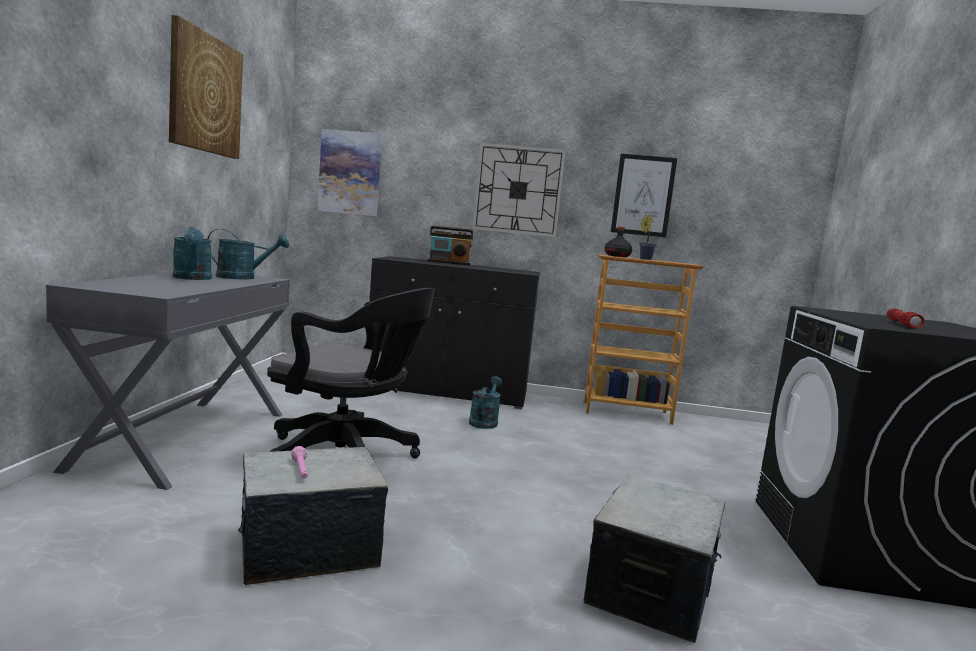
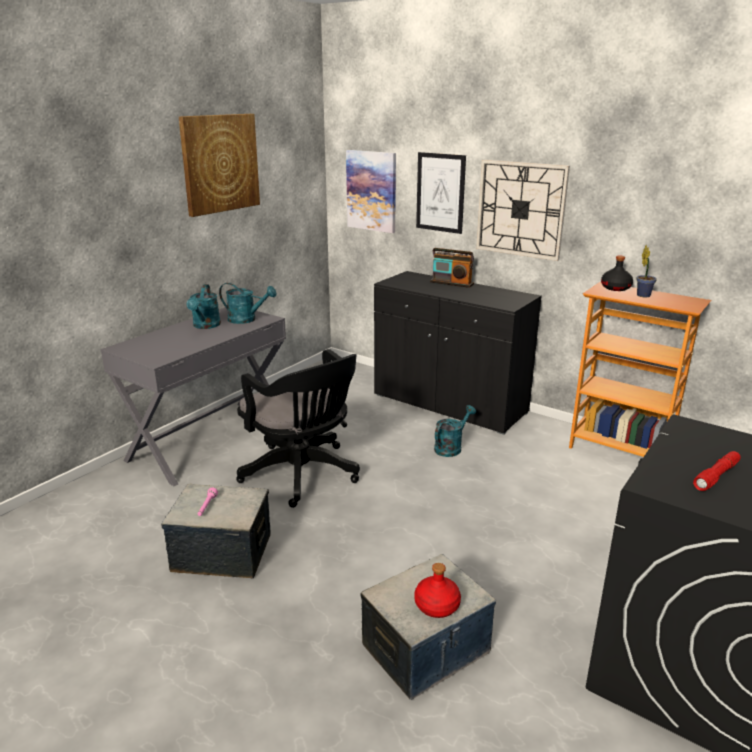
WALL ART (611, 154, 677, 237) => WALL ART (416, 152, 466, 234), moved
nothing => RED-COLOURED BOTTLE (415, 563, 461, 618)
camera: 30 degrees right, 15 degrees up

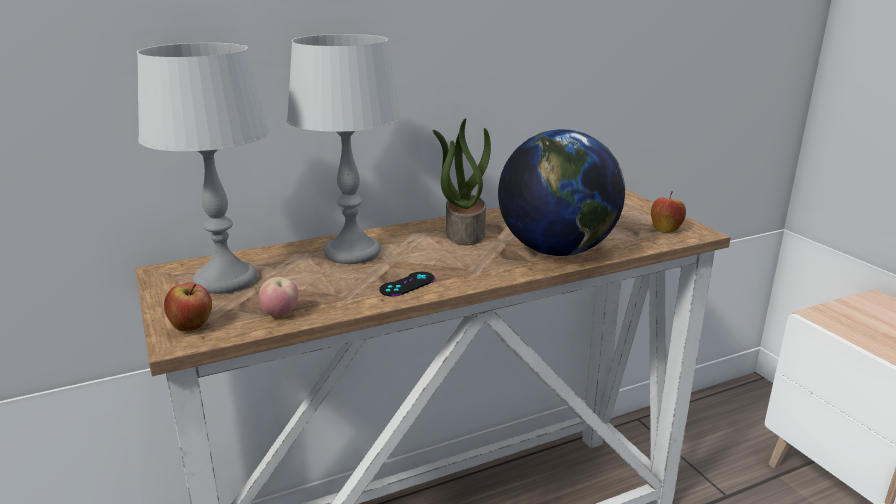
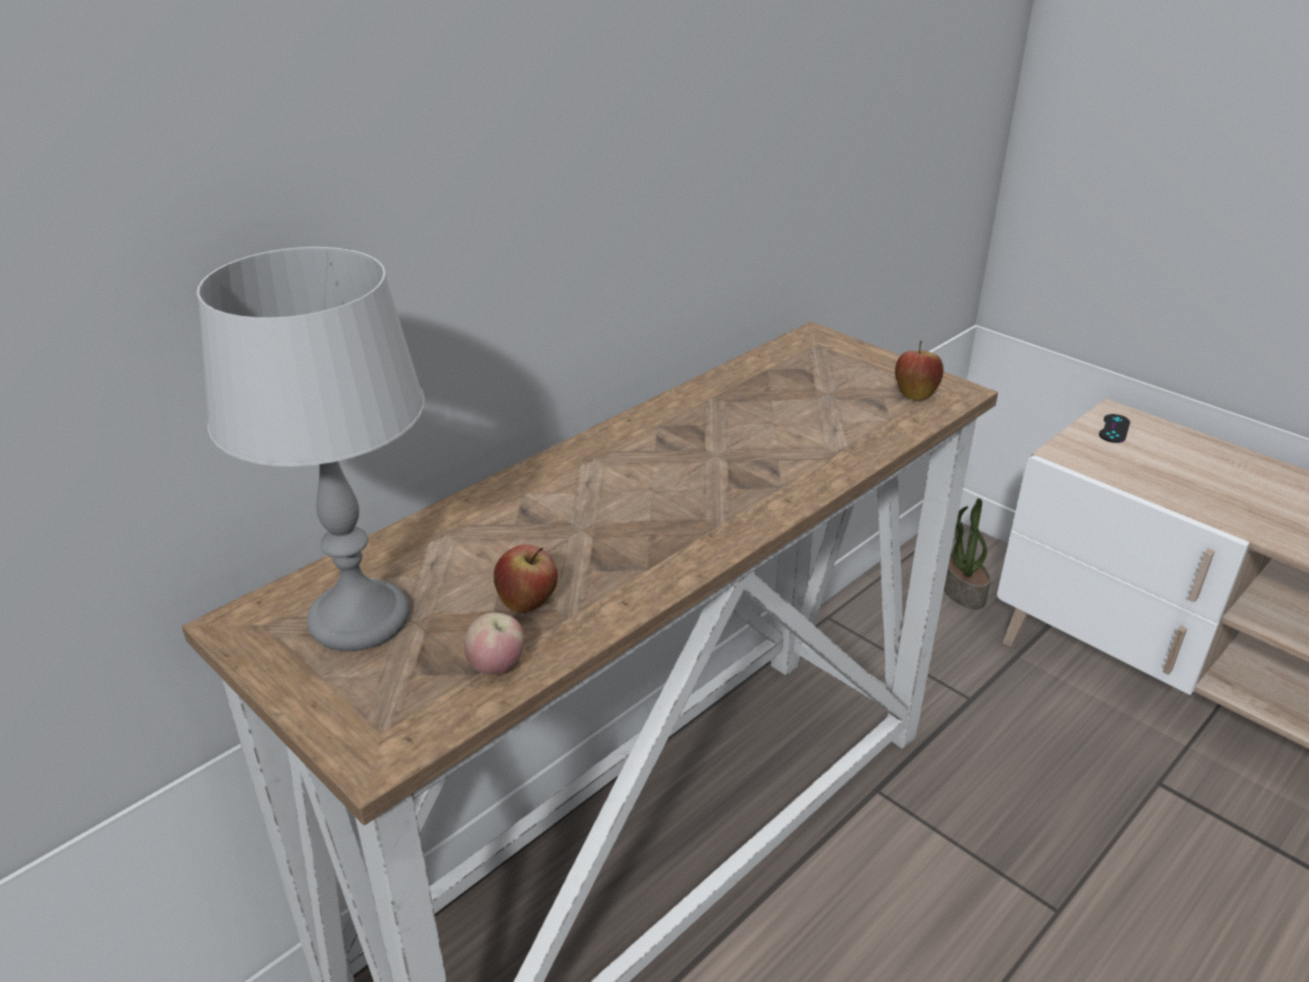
GREY TABLETOP LAMP (287, 34, 402, 264) => nothing
HOUSEPLANT (433, 118, 491, 246) => HOUSEPLANT (944, 498, 991, 609), moved
GLOBE (498, 129, 625, 256) => nothing
BLACK-COLOURED JOYPAD (379, 272, 435, 297) => BLACK-COLOURED JOYPAD (1099, 414, 1130, 443), moved
APPLE FRUIT (164, 283, 212, 332) => APPLE FRUIT (494, 544, 558, 613), moved
camera: 20 degrees left, 10 degrees up

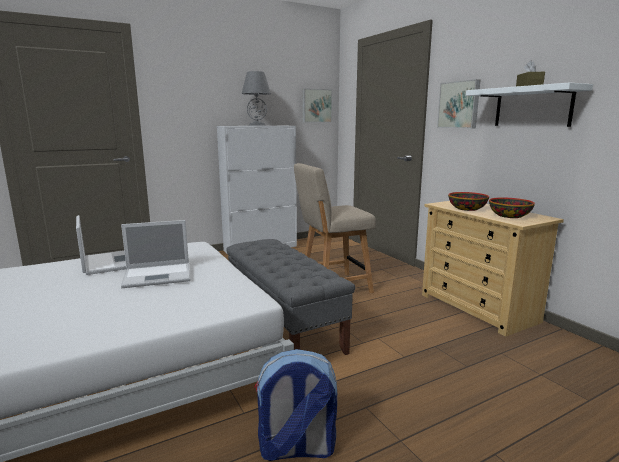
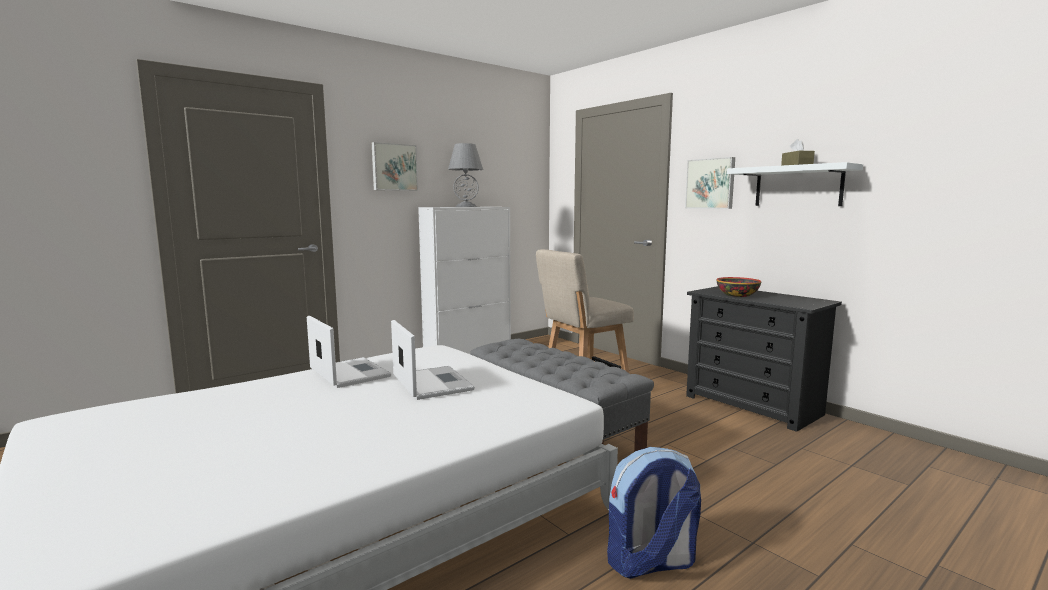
WALL ART (302, 88, 332, 122) => WALL ART (372, 142, 418, 191), moved
DEEP DISH (489, 197, 535, 218) => nothing
SAND-COLOURED DRAWER CHEST (422, 201, 564, 337) => BLACK-COLOURED DRAWER CHEST (686, 286, 842, 432)
NOTEBOOK COMPUTER (121, 220, 190, 288) => NOTEBOOK COMPUTER (391, 320, 475, 400), 90 degrees counterclockwise
camera: 10 degrees left, 5 degrees down

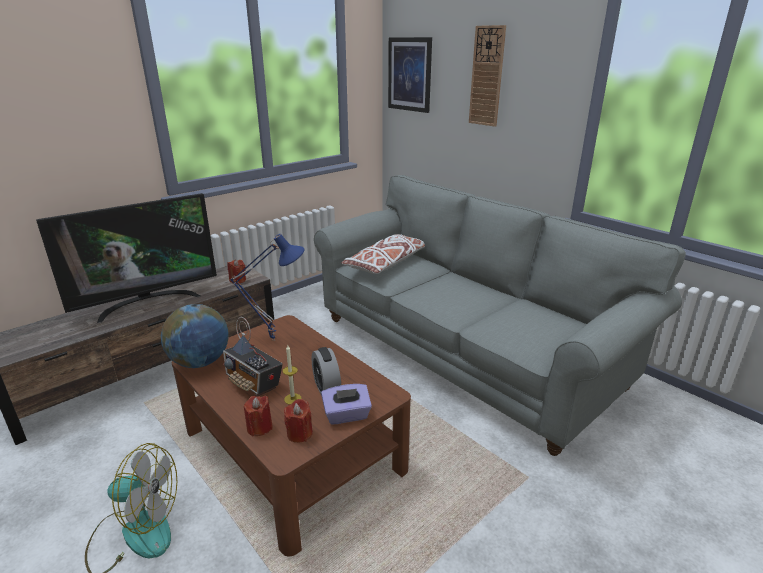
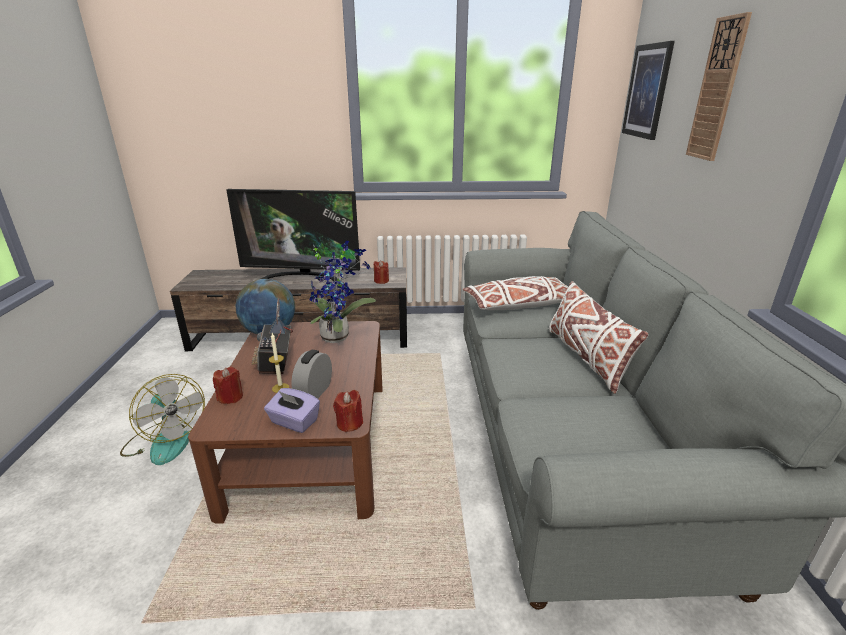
BLUE-COLOURED TABLETOP LAMP (230, 234, 305, 341) => HOUSEPLANT (309, 241, 376, 343)
RED-COLOURED CANDLE (284, 399, 313, 443) => RED-COLOURED CANDLE (333, 390, 363, 432), moved
nothing => WHITISH CUSHION (549, 281, 649, 394)
camera: 40 degrees right, 0 degrees up

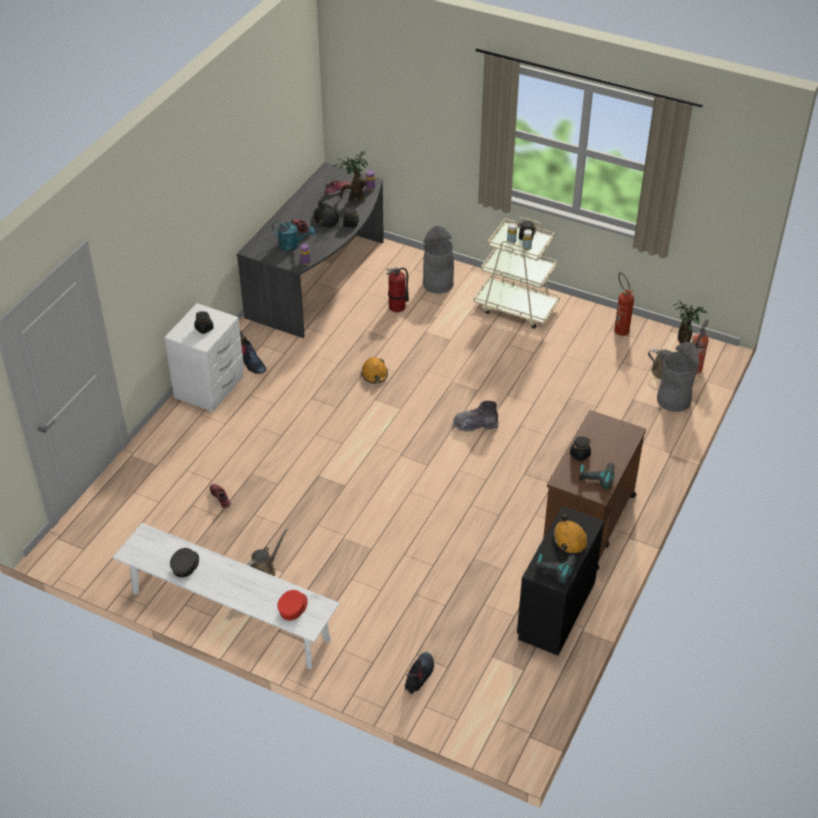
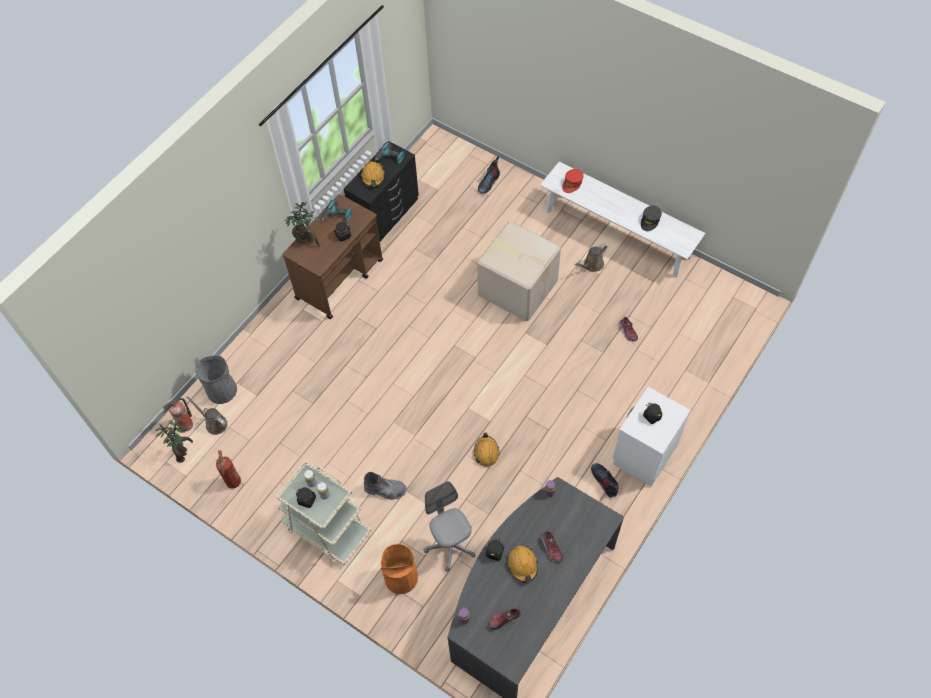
HOUSEPLANT (333, 151, 369, 203) => HOUSEPLANT (285, 202, 321, 247), moved
BLACK-COLOURED SAFETY HELMET (313, 201, 339, 228) => ORANGEY SAFETY HELMET (507, 545, 538, 582)
TURQUOISE WATERING POT (272, 221, 315, 251) => nothing
GREY RUBBISH BIN (423, 226, 454, 294) => ORANGEY RUBBISH BIN (381, 544, 418, 594)
FIRE EXTINGUISHER (386, 267, 409, 312) => GREY COMPUTER CHAIR (424, 481, 476, 572)
GREY TALL BOOT (453, 401, 499, 432) => GREY TALL BOOT (364, 472, 407, 500), moved
nothing => CARTON (477, 221, 561, 321)
camera: 170 degrees left, 15 degrees up

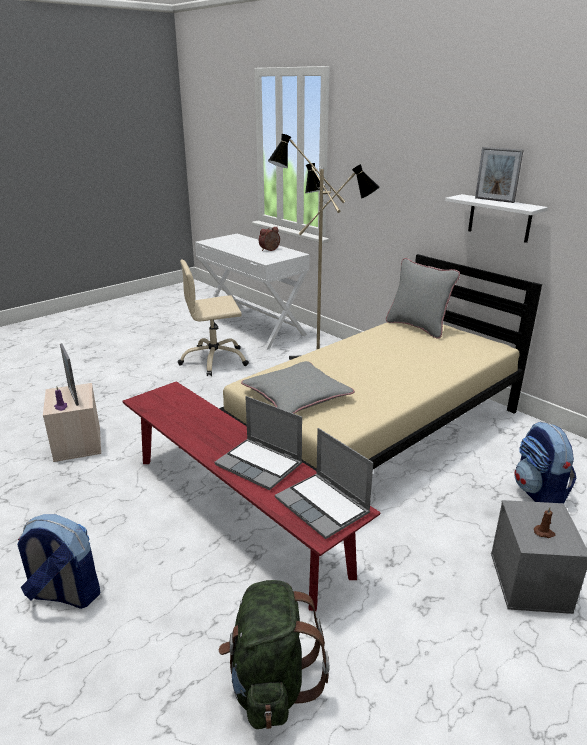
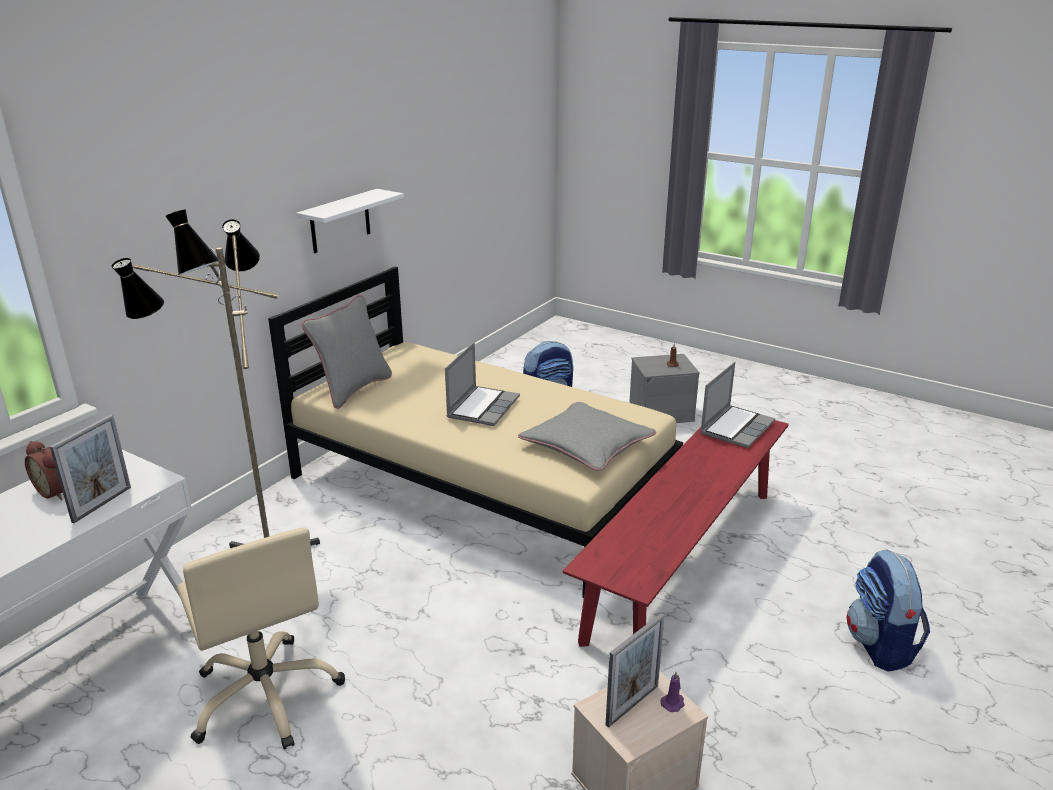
PHOTO FRAME (475, 147, 523, 203) => PHOTO FRAME (50, 414, 131, 523), moved
NOTEBOOK COMPUTER (214, 396, 302, 490) => NOTEBOOK COMPUTER (445, 342, 520, 426), moved
GREEN BACKPACK (219, 580, 330, 729) => nothing
camera: 105 degrees left, 0 degrees up

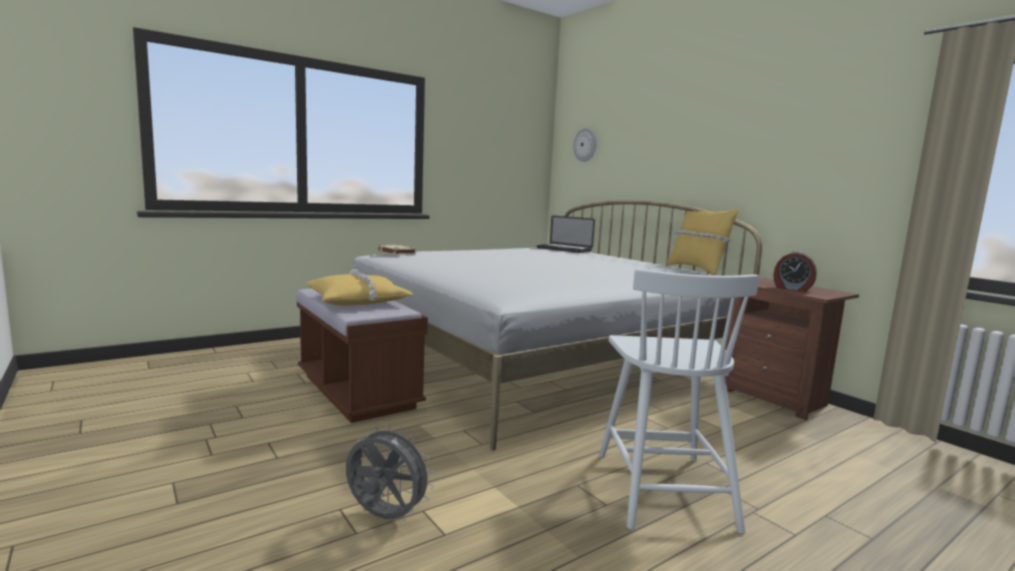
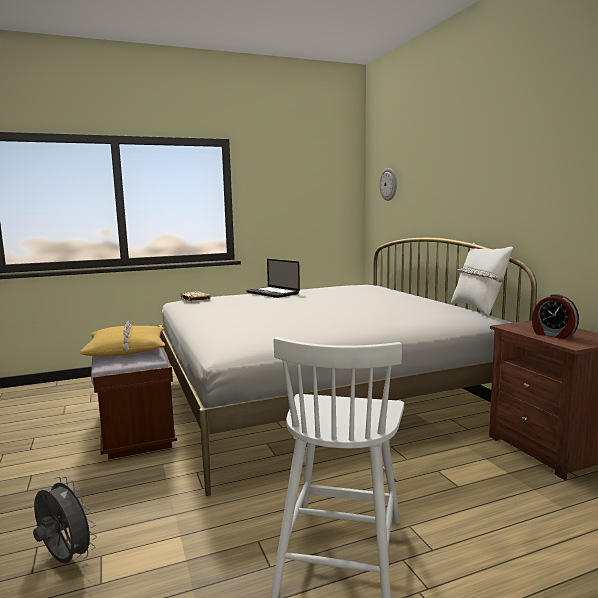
YELLOW CUSHION (666, 209, 739, 275) => WHITISH CUSHION (451, 243, 513, 316)
NOTEBOOK COMPUTER (537, 215, 595, 253) => NOTEBOOK COMPUTER (246, 259, 300, 298), moved
camera: 15 degrees right, 0 degrees up

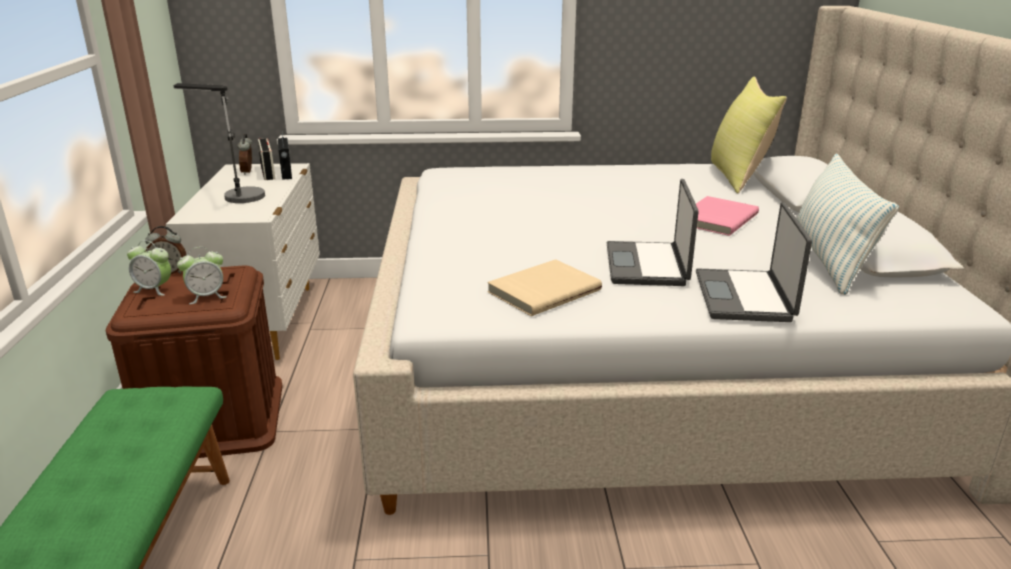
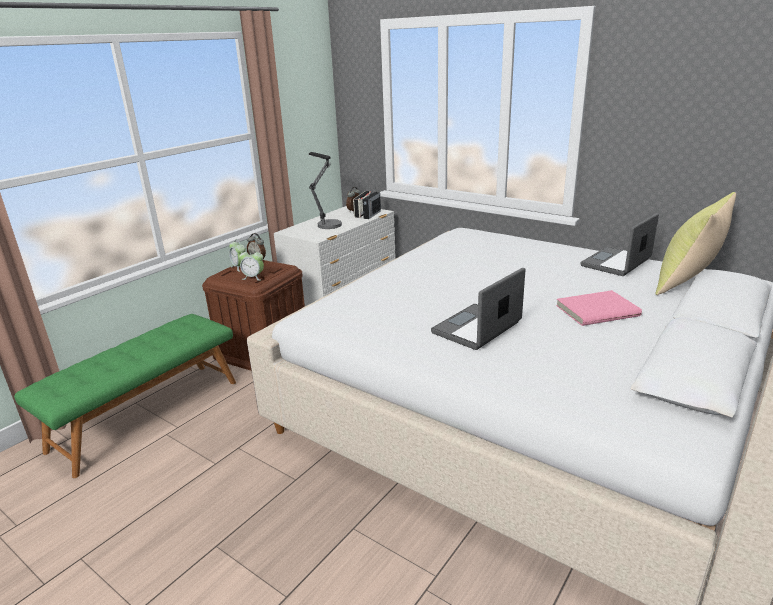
CUSHION (797, 154, 899, 295) => nothing
NOTEBOOK COMPUTER (696, 203, 812, 322) => NOTEBOOK COMPUTER (581, 213, 659, 276), moved
SAND-COLOURED VOLUME (487, 259, 602, 316) => nothing
camera: 40 degrees right, 0 degrees up

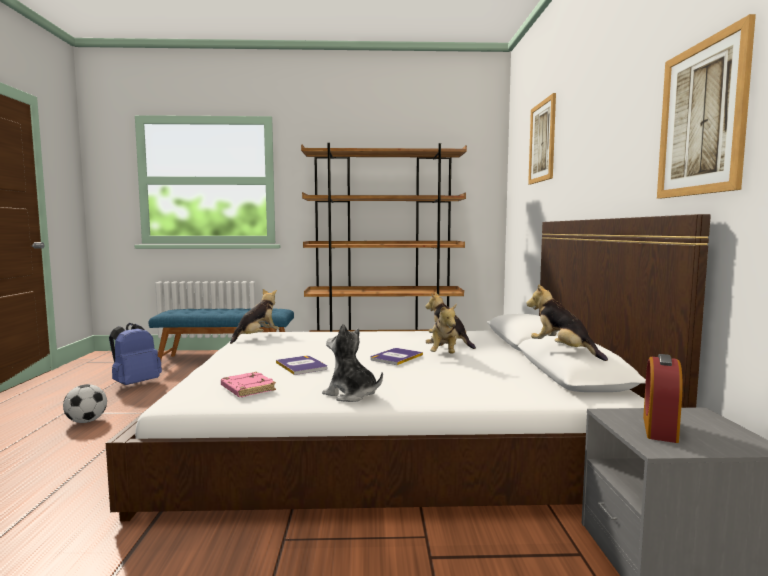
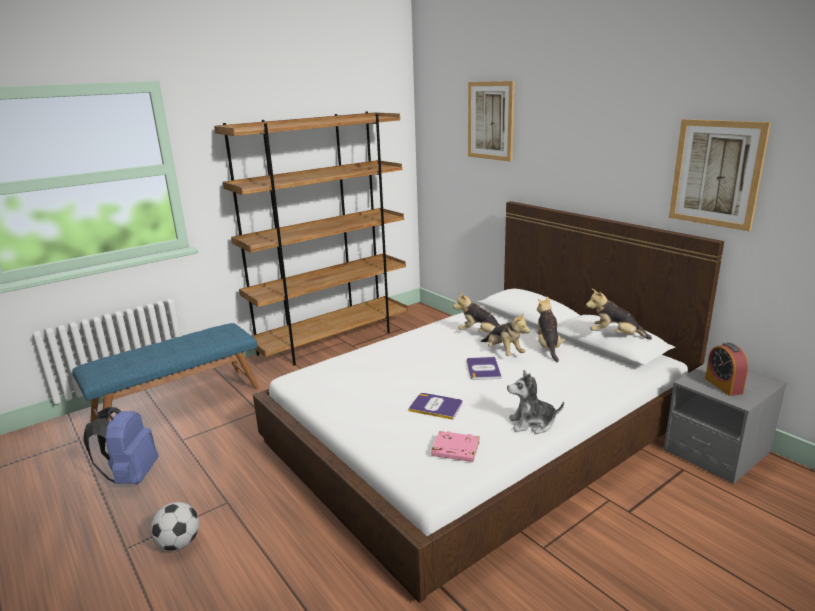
CUDDLY TOY (230, 289, 279, 344) => CUDDLY TOY (537, 297, 565, 362), moved
camera: 35 degrees left, 15 degrees up

